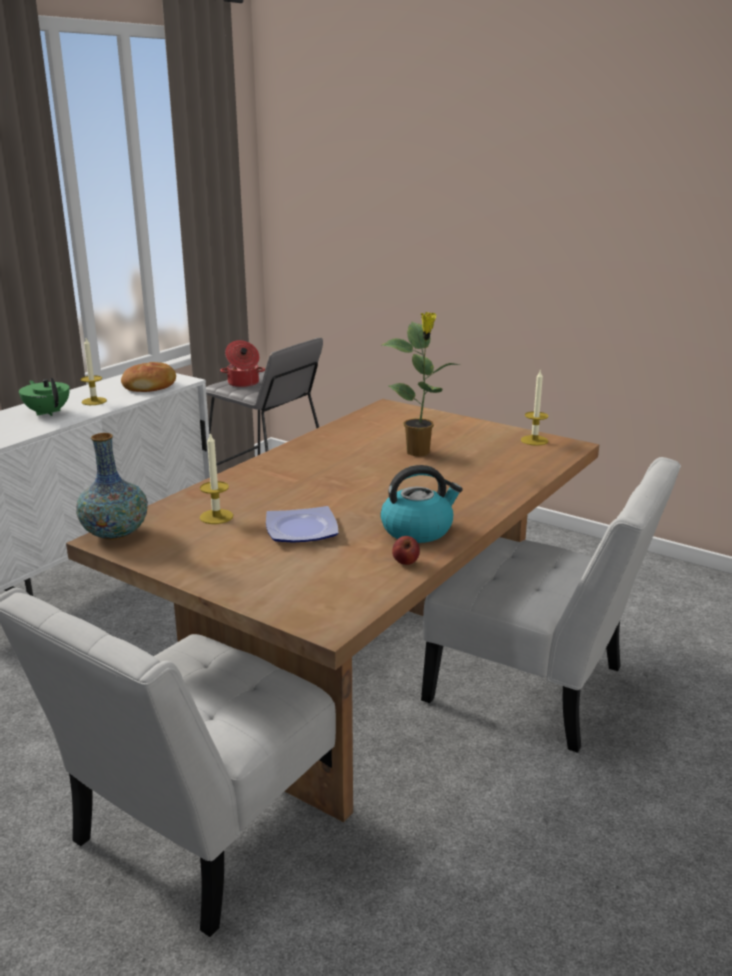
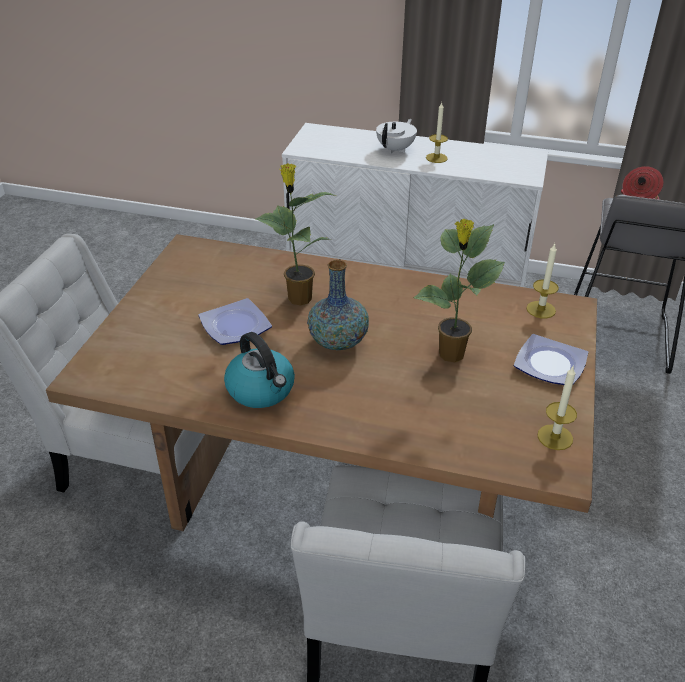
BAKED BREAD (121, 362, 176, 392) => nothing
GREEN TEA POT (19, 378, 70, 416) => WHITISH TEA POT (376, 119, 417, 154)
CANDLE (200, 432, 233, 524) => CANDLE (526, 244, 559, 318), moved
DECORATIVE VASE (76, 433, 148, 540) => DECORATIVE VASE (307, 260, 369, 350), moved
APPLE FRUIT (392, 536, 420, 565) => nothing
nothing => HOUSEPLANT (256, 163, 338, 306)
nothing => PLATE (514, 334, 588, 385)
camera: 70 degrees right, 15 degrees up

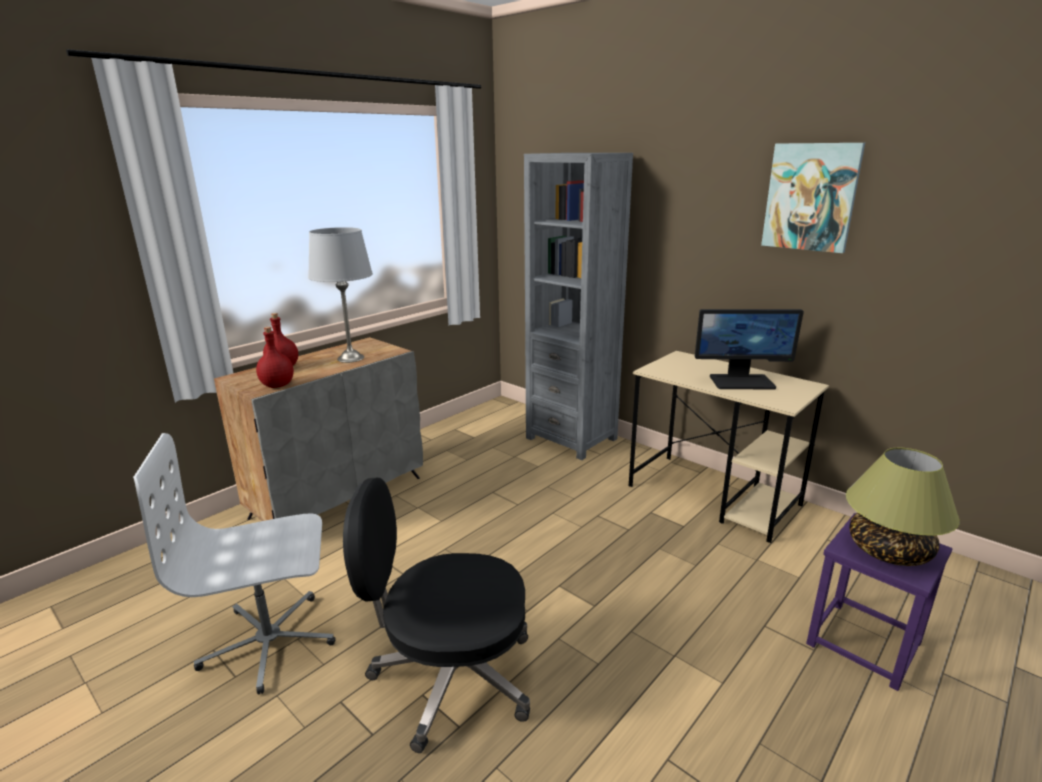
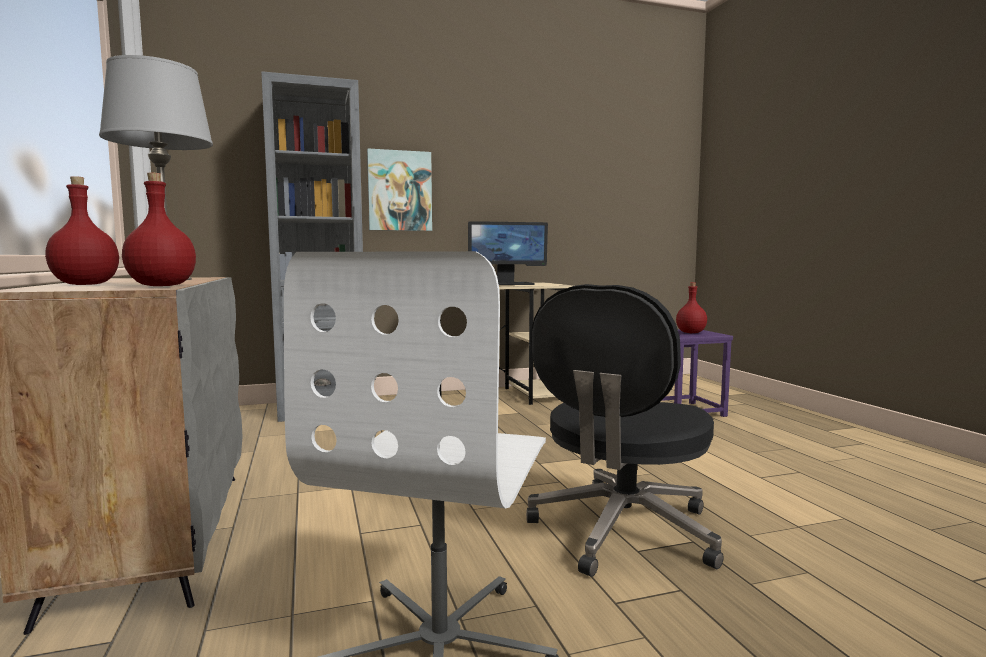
WALL ART (761, 143, 865, 253) => WALL ART (367, 149, 432, 231), moved
COMPUTER DISPLAY (695, 309, 804, 389) => COMPUTER DISPLAY (468, 221, 548, 285), 45 degrees clockwise
TABLETOP LAMP (846, 448, 960, 566) => RED-COLOURED BOTTLE (676, 282, 707, 333)
camera: 60 degrees left, 15 degrees down

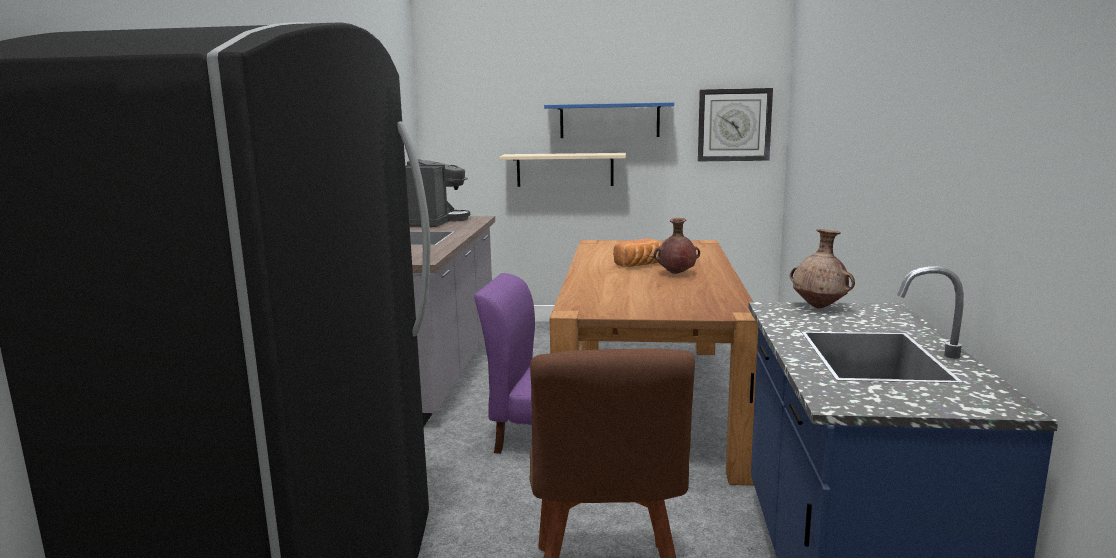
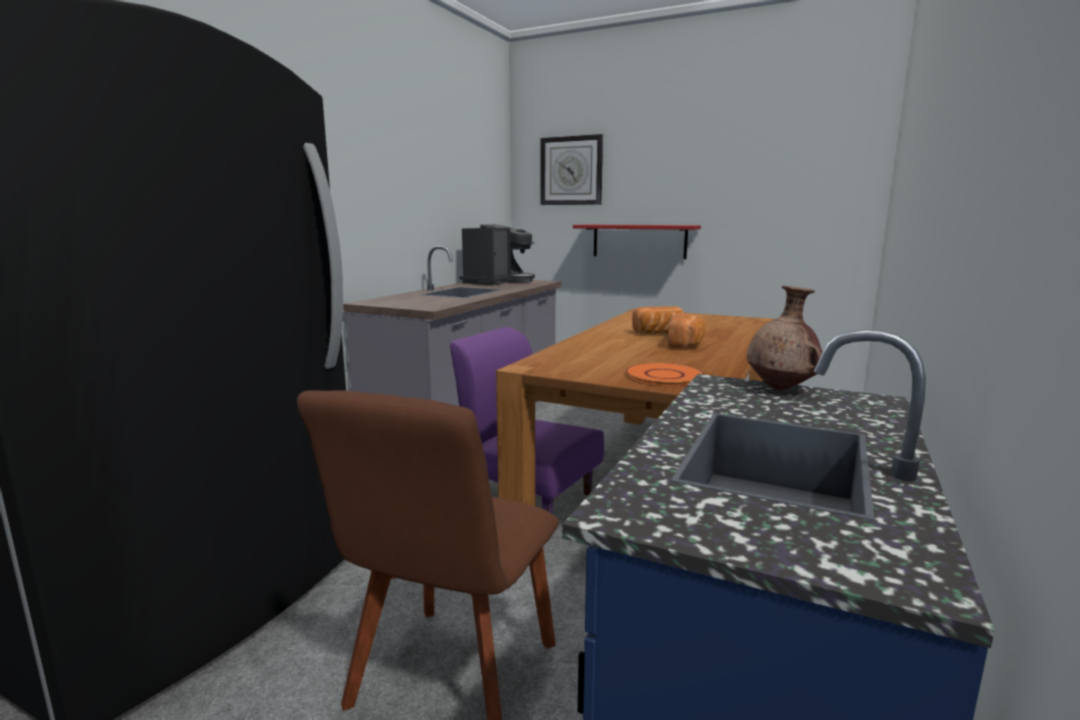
WALL CLOCK (698, 88, 773, 161) => WALL CLOCK (541, 134, 603, 205), moved
BLUE-COLOURED BRACKET SHELF (544, 102, 674, 138) => nothing
SAND-COLOURED BRACKET SHELF (499, 153, 626, 187) => RED-COLOURED BRACKET SHELF (573, 224, 701, 259)
BROWNISH DECORATIVE VASE (654, 218, 700, 274) => BAKED BREAD (668, 313, 705, 348)
nothing => ORANGEY PLATE (625, 363, 705, 386)
camera: 20 degrees right, 0 degrees up

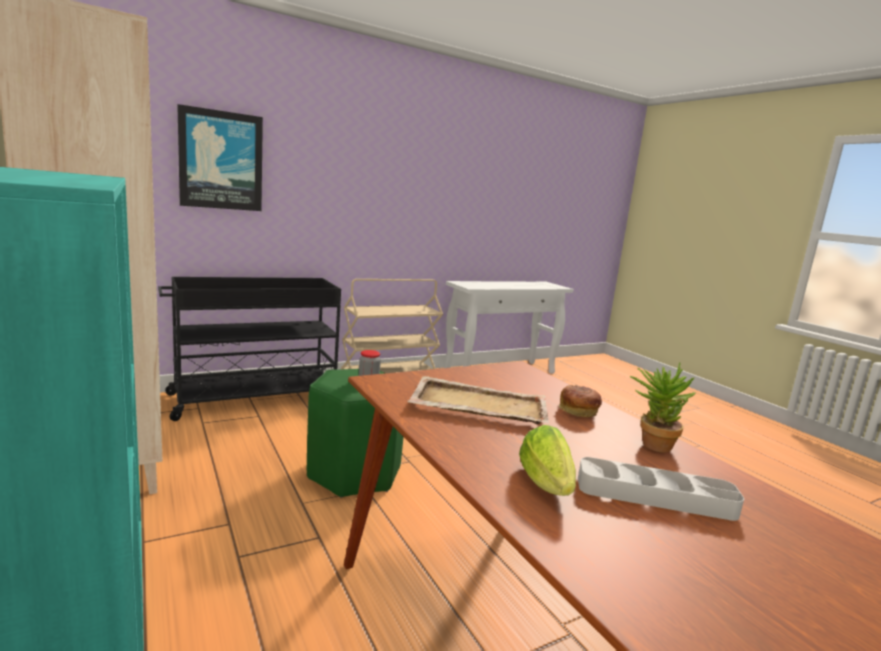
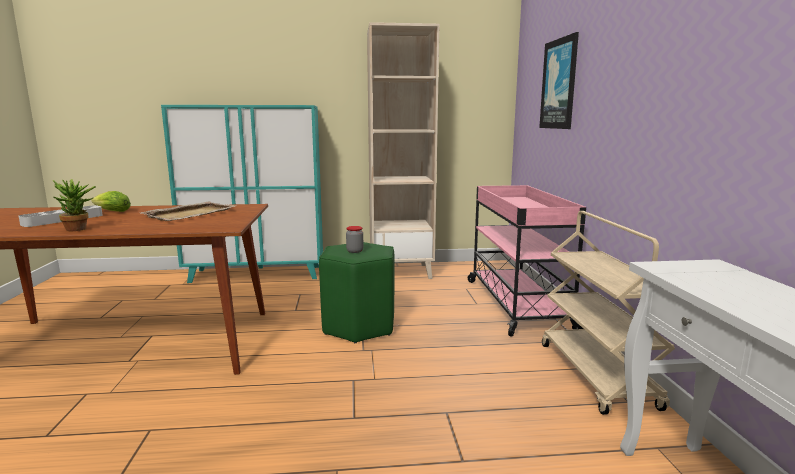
BLACK-COLOURED WHEELED CART (158, 277, 341, 421) => PINK WHEELED CART (468, 185, 586, 337)
BAKED BREAD (559, 385, 602, 417) => nothing
camera: 115 degrees right, 0 degrees up

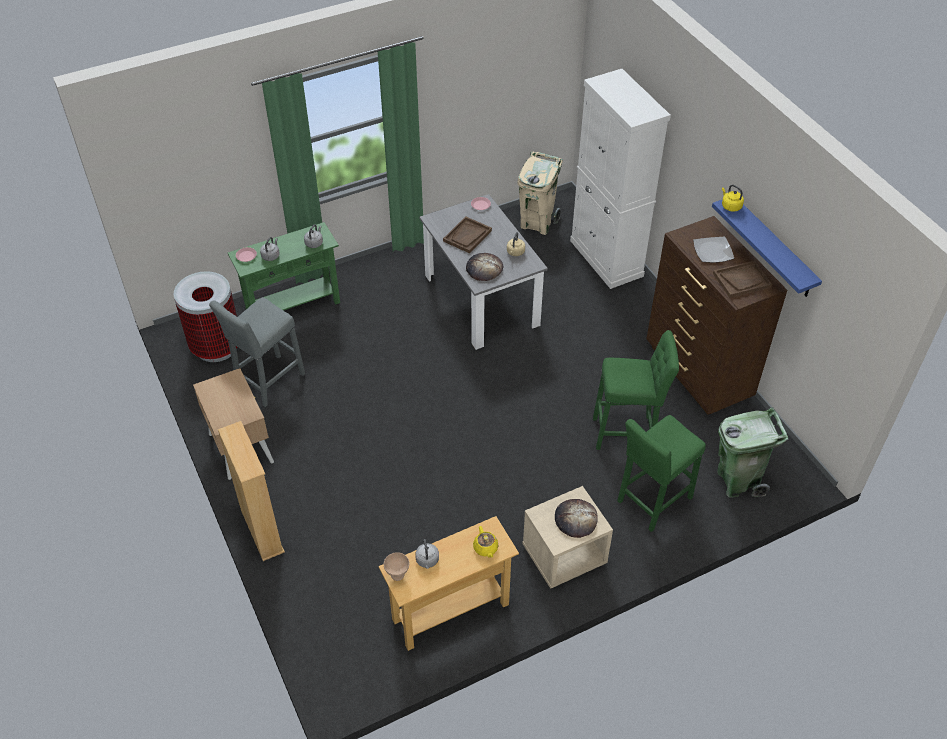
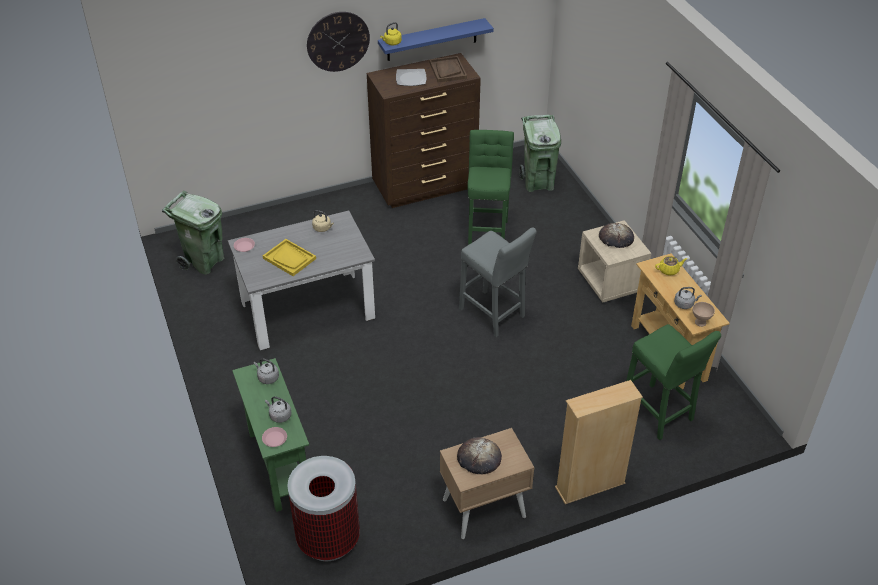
WHITISH CABINET (570, 69, 671, 289) => nothing
SAND-COLOURED RUBBISH BIN (517, 152, 563, 235) => GREEN RUBBISH BIN (162, 191, 224, 275)
BROWNISH SERVING TRAY (443, 216, 492, 253) => YELLOW SERVING TRAY (263, 239, 316, 276)
BAKED BREAD (466, 253, 503, 281) => BAKED BREAD (457, 437, 502, 474), moved
GREY SITTING STOOL (209, 297, 305, 407) => GREY SITTING STOOL (459, 228, 537, 337), moved
GREEN SITTING STOOL (617, 415, 706, 532) => GREEN SITTING STOOL (626, 324, 721, 440), moved
nothing => WALL CLOCK (307, 12, 370, 72)
camera: 85 degrees left, 5 degrees down

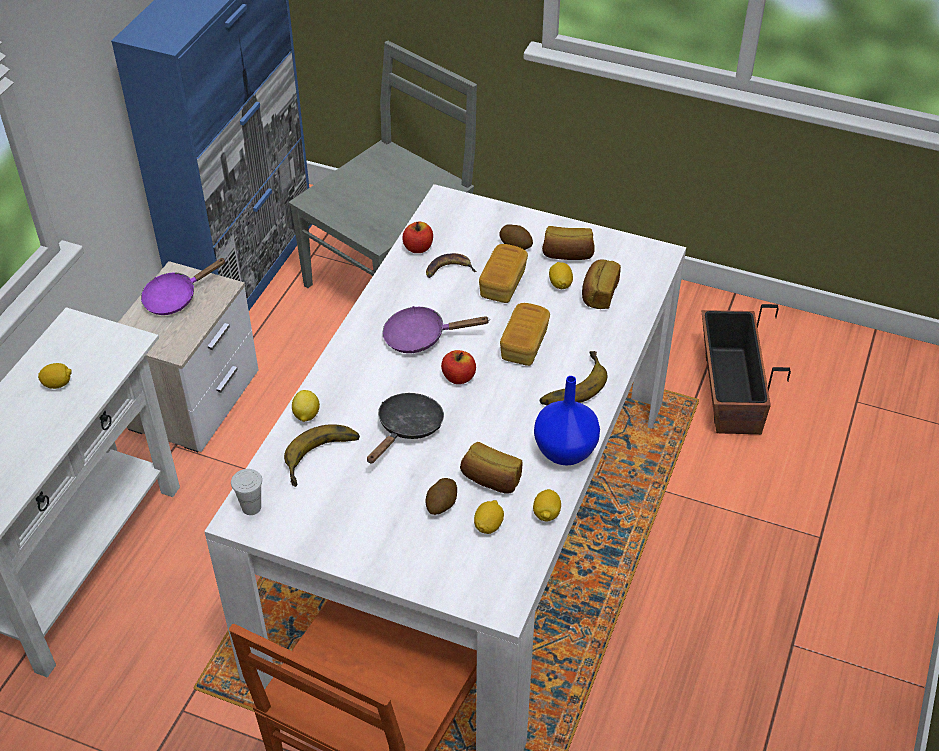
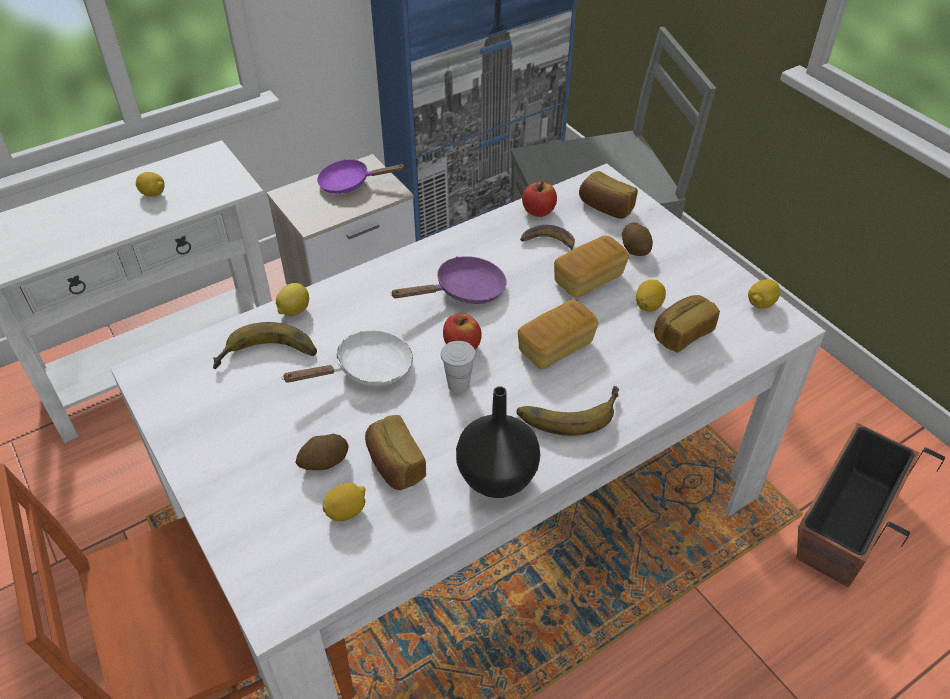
BAKED BREAD (542, 226, 595, 260) => BAKED BREAD (579, 171, 638, 219), moved
PURPLE FRYING PAN (382, 306, 490, 353) => PURPLE FRYING PAN (390, 256, 506, 304), 120 degrees clockwise
BLUE-COLOURED DECORATIVE VASE (534, 376, 600, 466) => BLACK-COLOURED DECORATIVE VASE (456, 386, 540, 498)
BLACK-COLOURED FRYING PAN (367, 393, 444, 464) => WHITISH FRYING PAN (282, 330, 413, 386)
WHITISH SMALL CUP (231, 469, 262, 515) => WHITISH SMALL CUP (441, 341, 476, 394), moved
CITRUS FRUIT (533, 489, 561, 521) => CITRUS FRUIT (748, 279, 780, 309), moved
camera: 35 degrees right, 0 degrees up

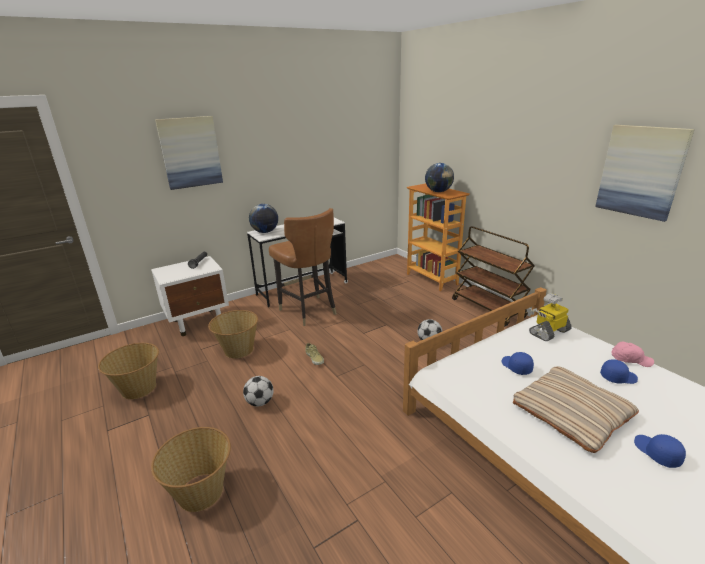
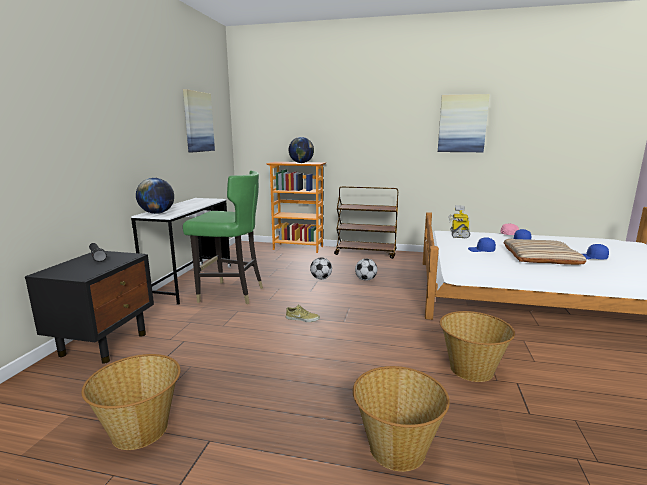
WALL ART (155, 116, 223, 190) => WALL ART (183, 89, 215, 153), moved
BROWNISH UPRIGHT CHAIR (269, 208, 337, 326) => GREEN UPRIGHT CHAIR (183, 171, 263, 304)
WHITISH BEDSIDE TABLE (151, 256, 229, 336) => BLACK-COLOURED BEDSIDE TABLE (25, 251, 154, 364)
BASKET (208, 310, 258, 359) => BASKET (440, 311, 515, 382), moved
BALL FOR FOOTBALL (243, 376, 274, 407) => BALL FOR FOOTBALL (310, 257, 332, 279), moved
camera: 45 degrees left, 10 degrees down

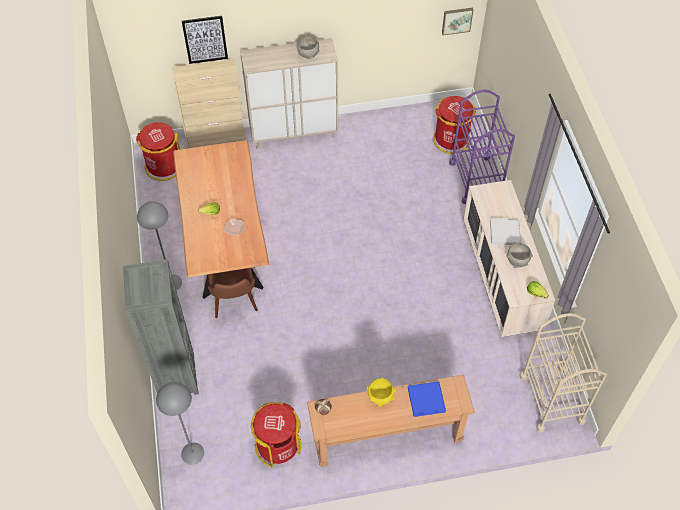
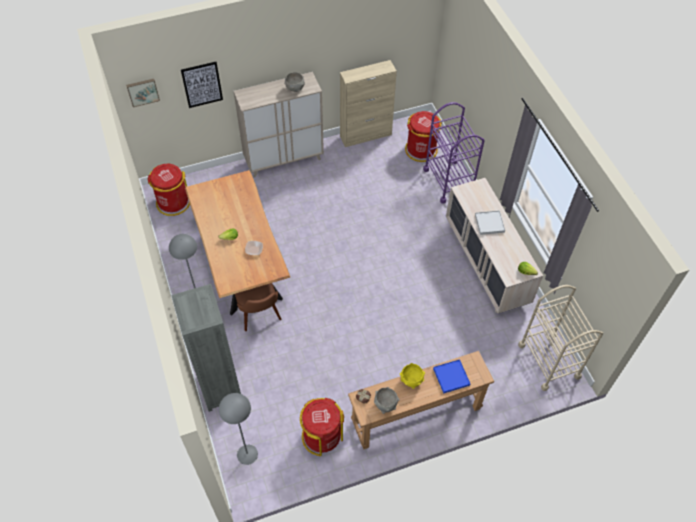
WALL ART (442, 8, 473, 35) => WALL ART (126, 79, 160, 107), moved
SAND-COLOURED CABINET (172, 58, 246, 148) => SAND-COLOURED CABINET (340, 60, 397, 147), moved
GREY DEEP DISH (506, 243, 533, 268) => GREY DEEP DISH (374, 387, 400, 414), moved
camera: 10 degrees left, 0 degrees up

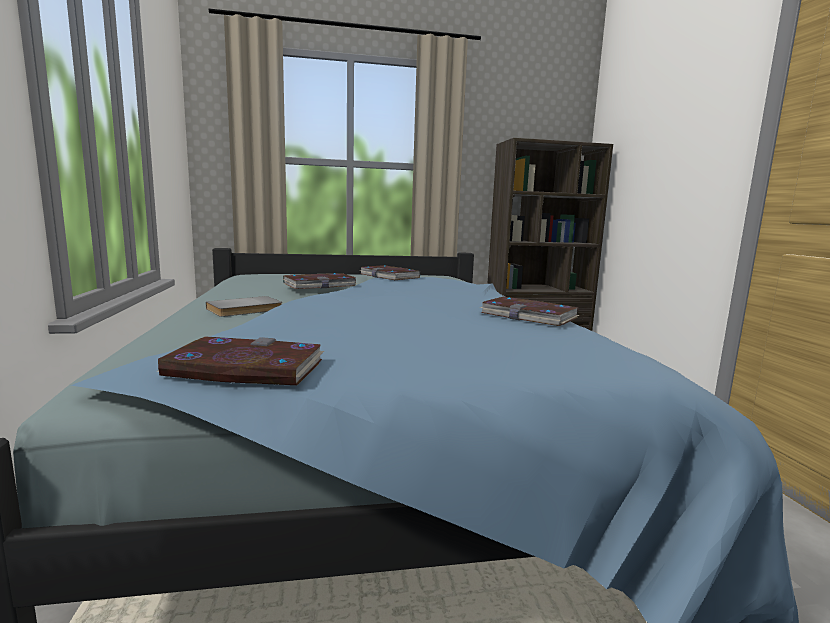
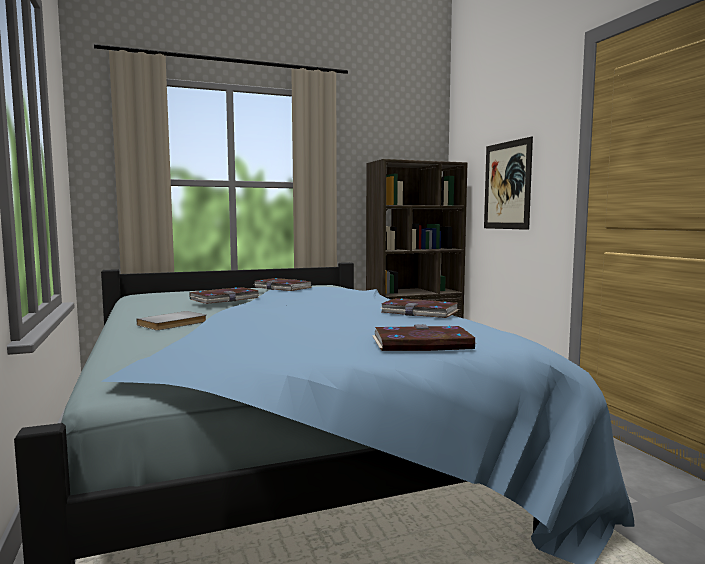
VOLUME (157, 336, 324, 385) => VOLUME (372, 324, 476, 351), moved
nothing => WALL ART (484, 137, 533, 230)
camera: 10 degrees left, 5 degrees down

